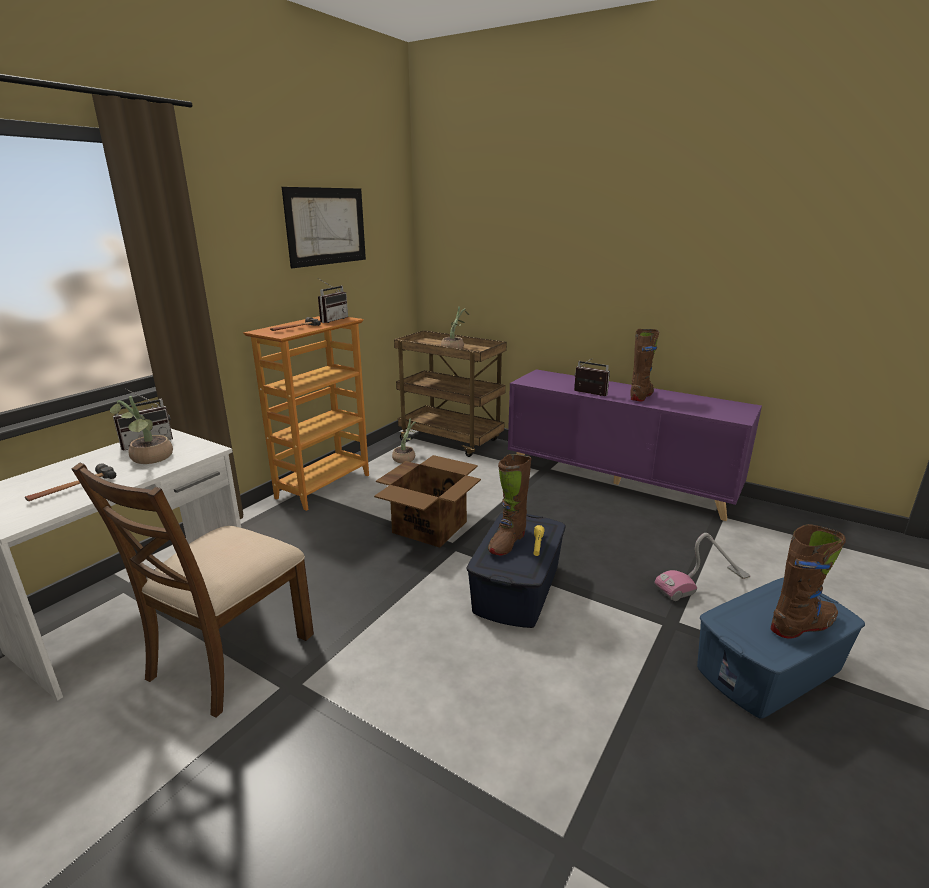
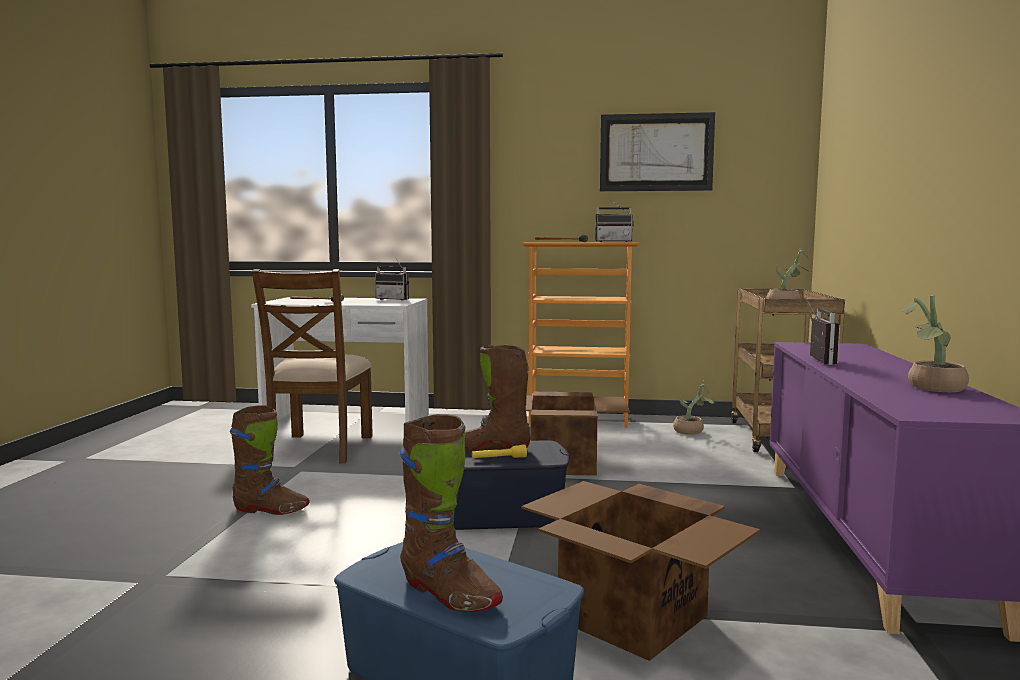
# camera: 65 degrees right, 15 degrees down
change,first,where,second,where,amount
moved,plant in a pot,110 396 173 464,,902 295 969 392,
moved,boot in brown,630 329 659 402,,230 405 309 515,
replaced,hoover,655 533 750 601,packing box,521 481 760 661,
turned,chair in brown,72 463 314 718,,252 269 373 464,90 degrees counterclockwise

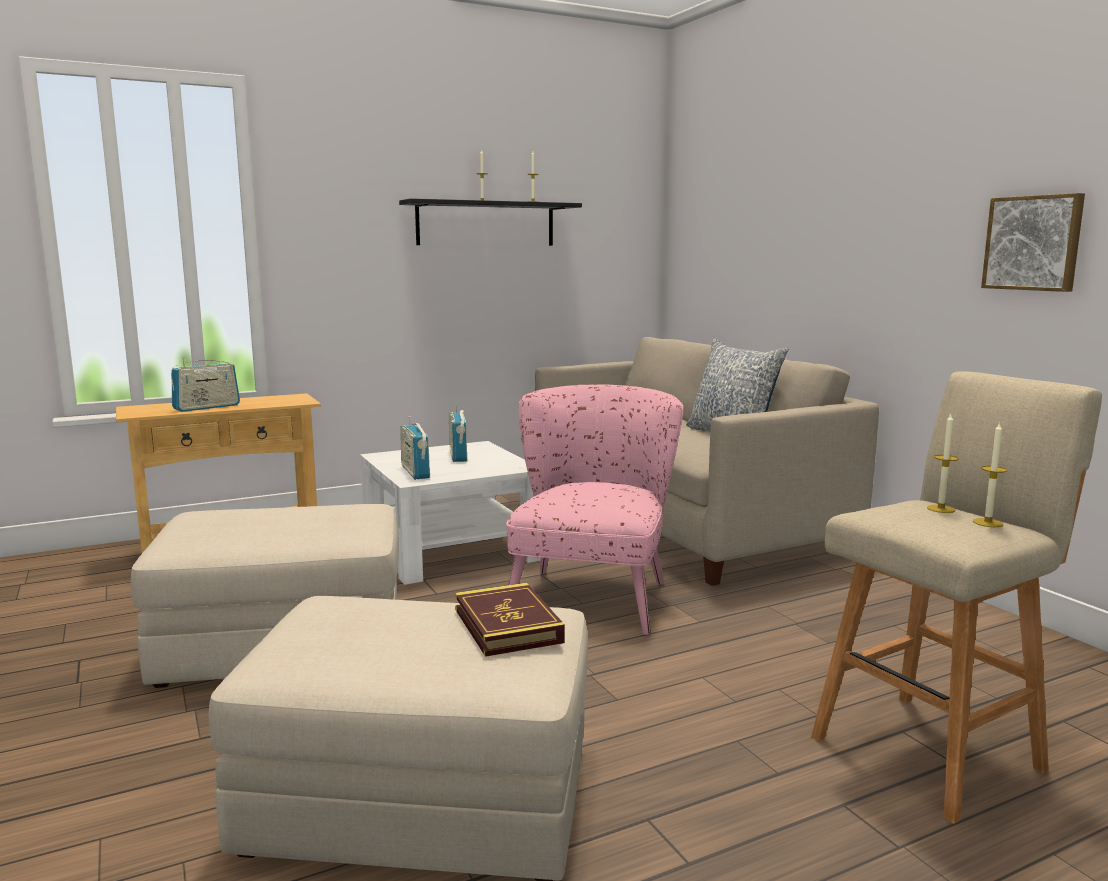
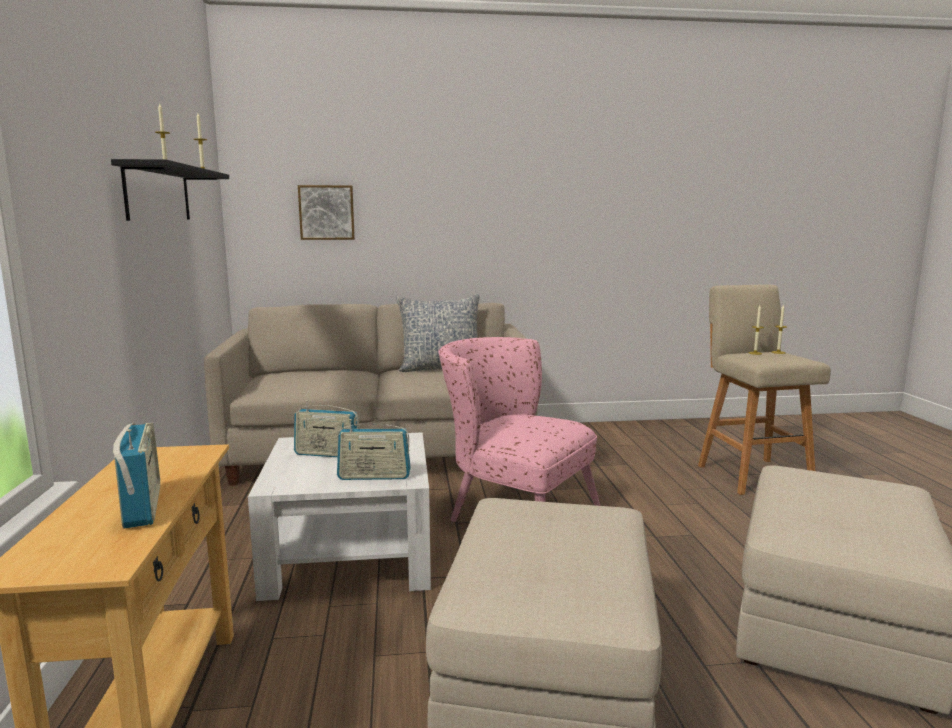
# camera: 70 degrees left, 0 degrees up
change,first,where,second,where,amount
removed,volume,455 583 565 657,,,
moved,wall picture,981 193 1085 292,,298 185 355 240,

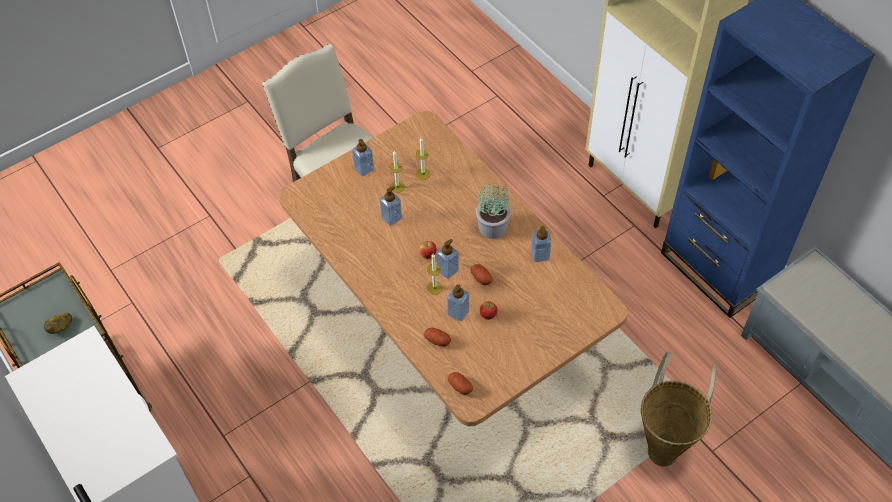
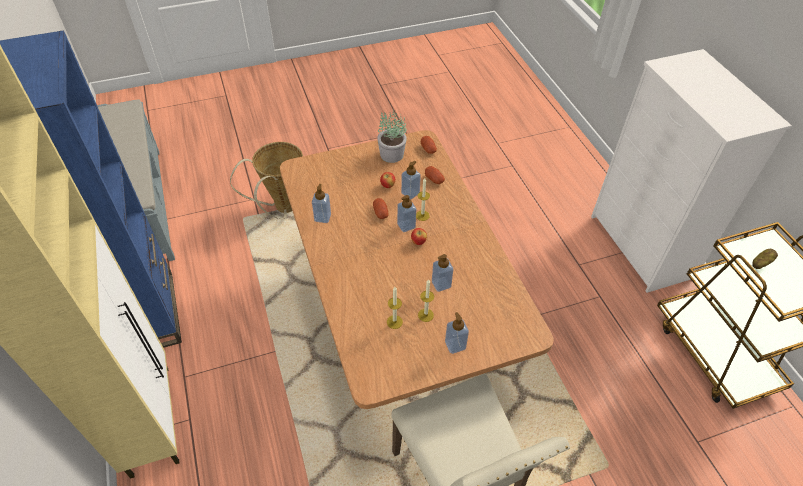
# camera: 165 degrees left, 5 degrees down
change,first,where,second,where,amount
moved,plant in a pot,476 182 511 239,,377 112 407 163,

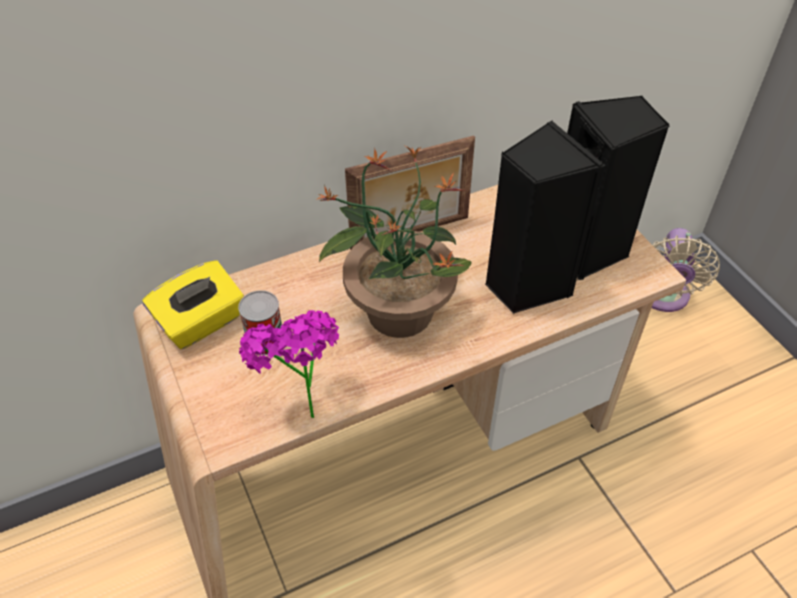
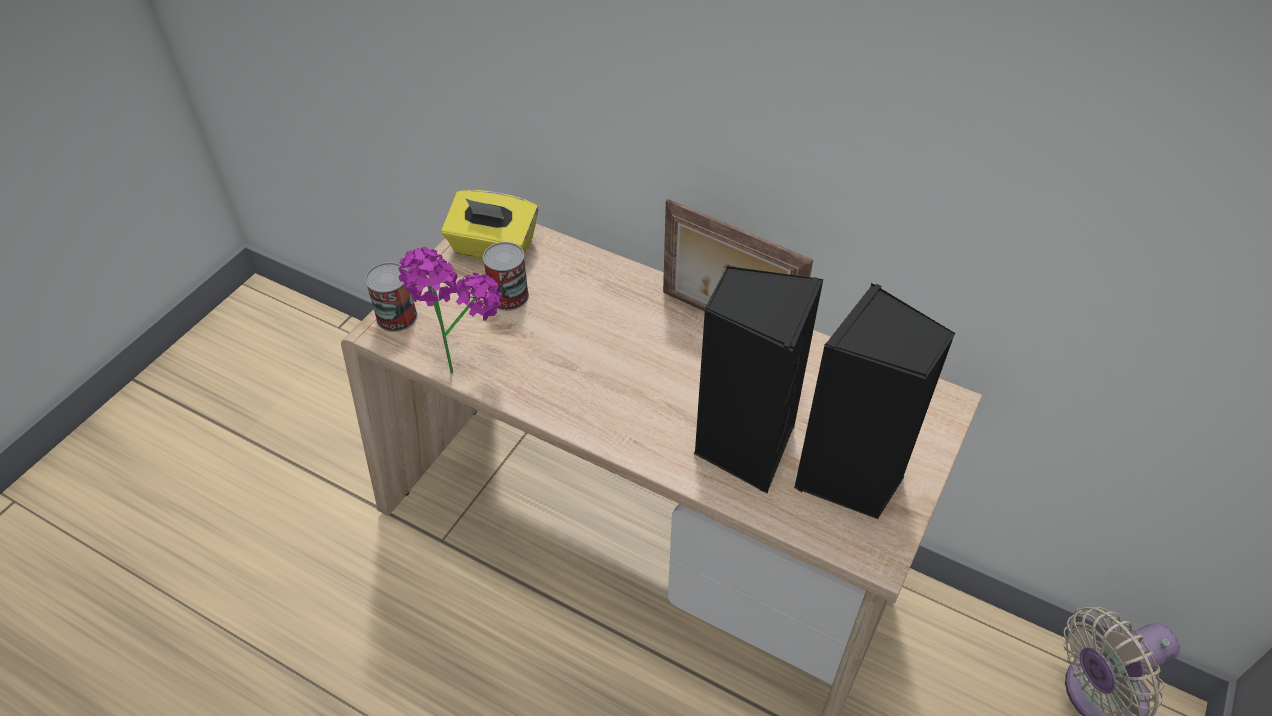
# camera: 55 degrees right, 0 degrees up
change,first,where,second,where,amount
removed,plant in a pot,316 146 472 338,,,
added,,,can,365 262 417 332,

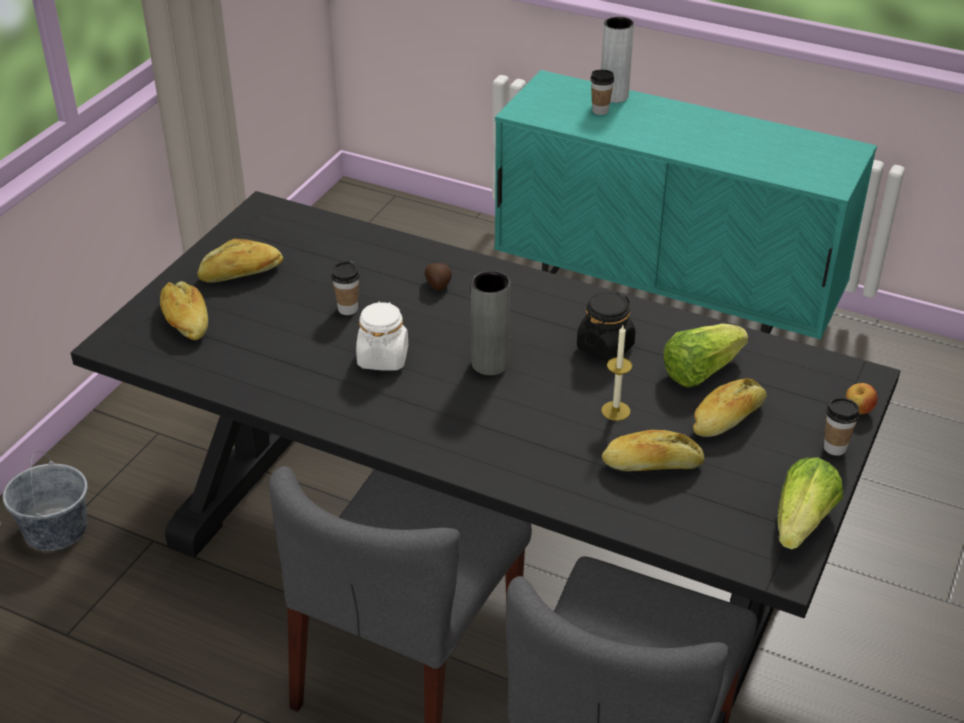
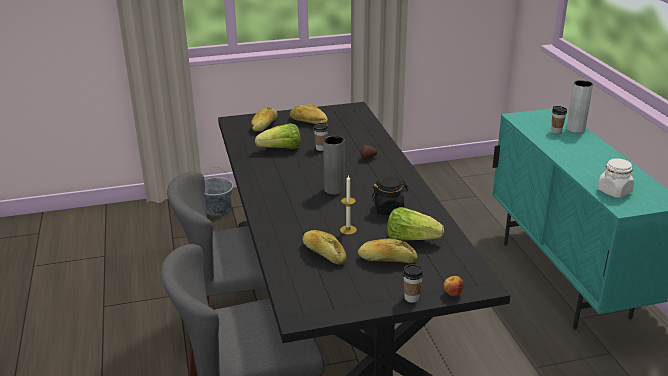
# camera: 50 degrees right, 10 degrees down
change,first,where,second,where,amount
moved,preserve jar in whitish,356 302 408 370,,598 158 634 198,
moved,head of lettuce,778 457 843 549,,255 124 300 149,

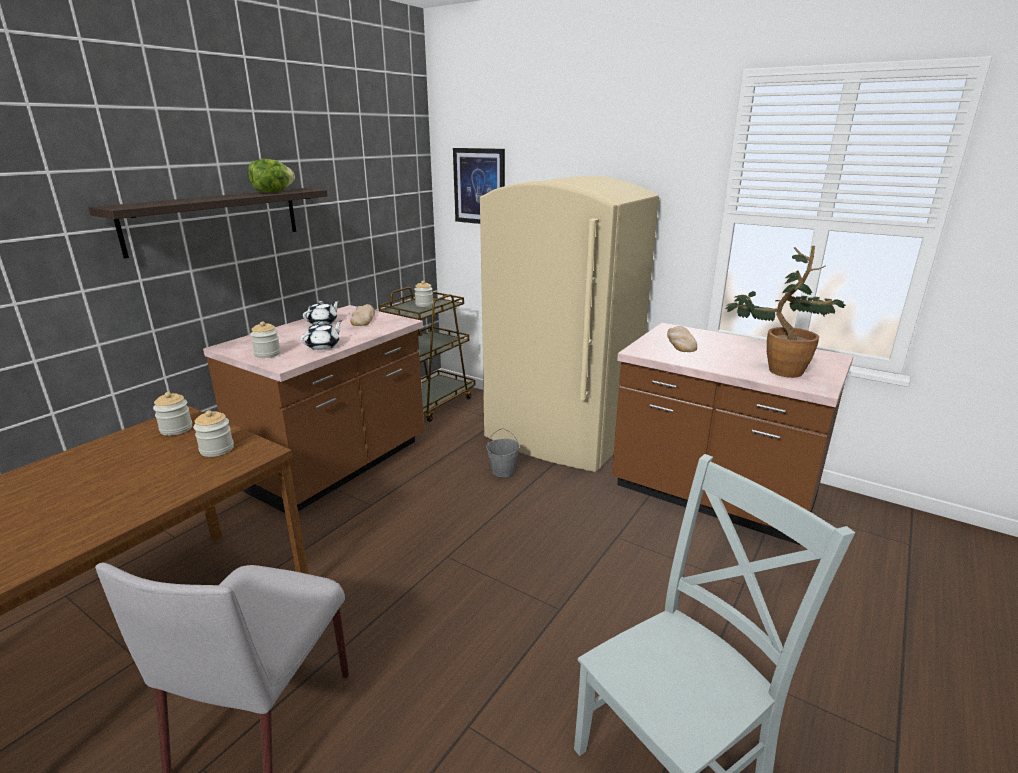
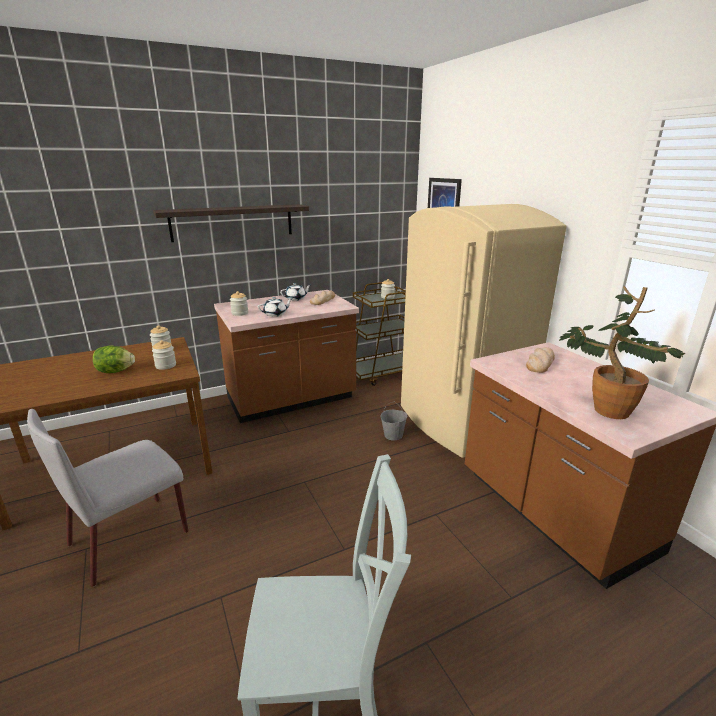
# camera: 30 degrees right, 0 degrees up
change,first,where,second,where,amount
moved,head of lettuce,248 159 295 193,,93 345 135 373,

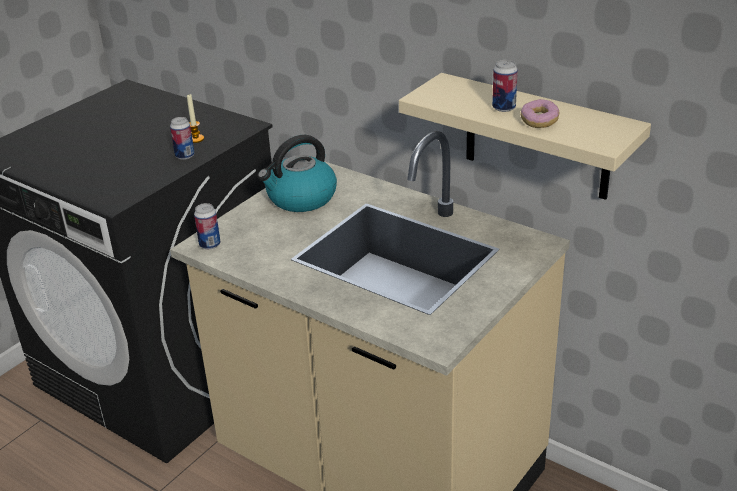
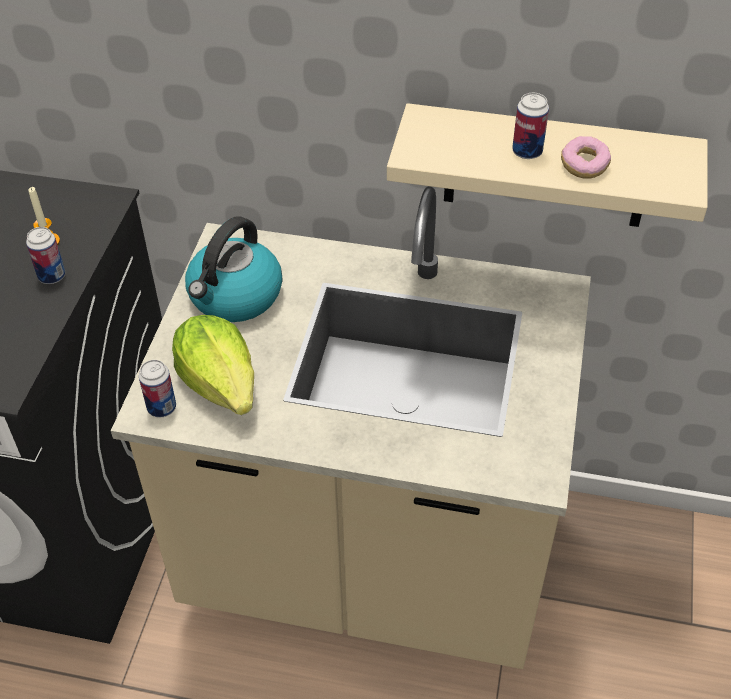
# camera: 25 degrees left, 15 degrees up
change,first,where,second,where,amount
added,,,head of lettuce,172 315 254 415,

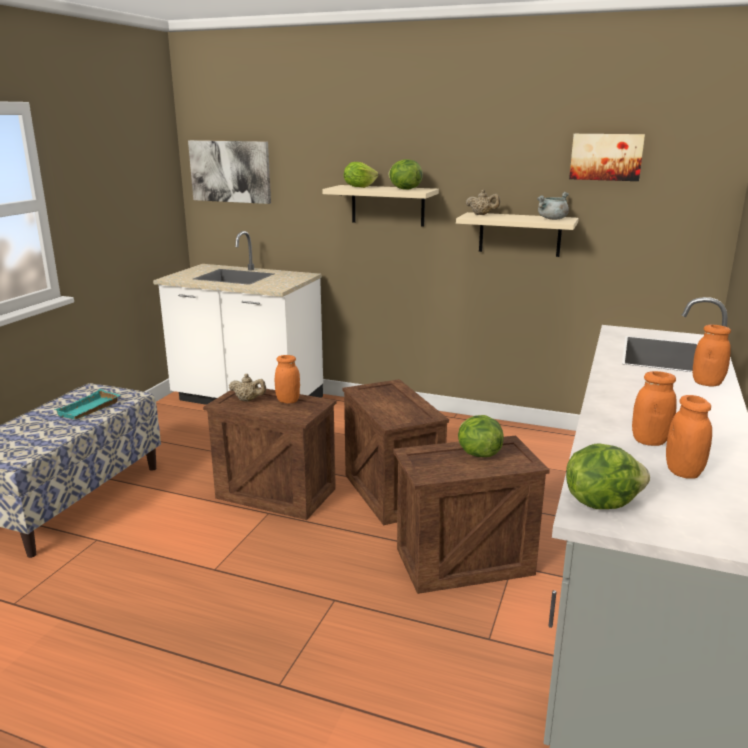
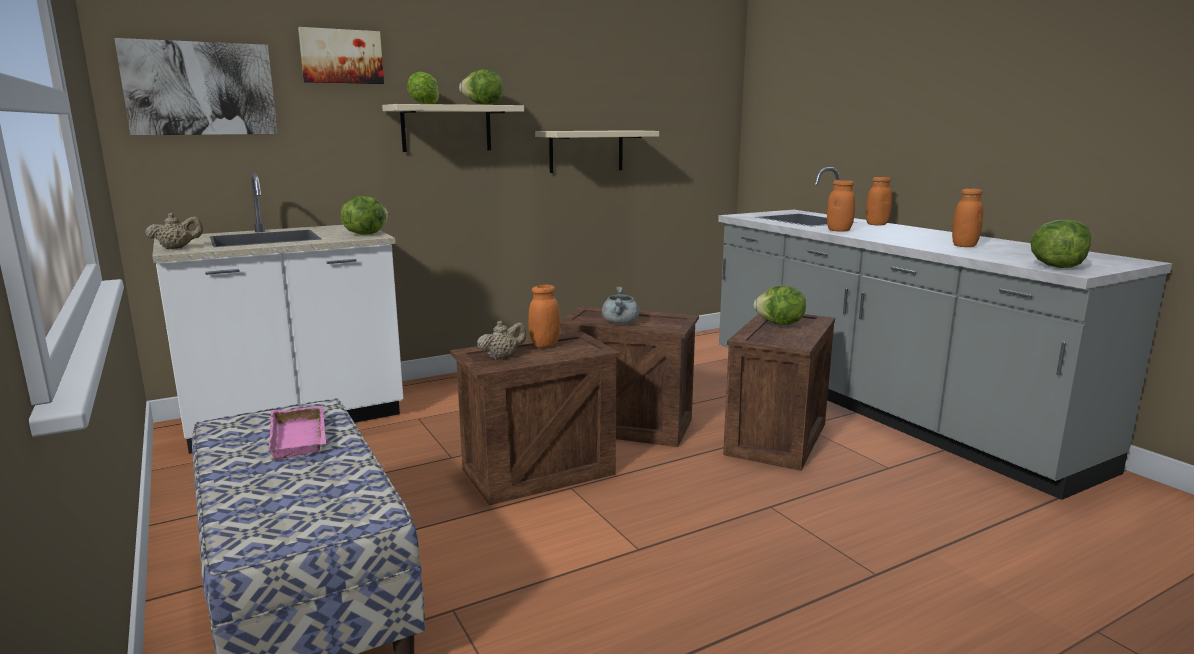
# camera: 50 degrees left, 5 degrees down
change,first,where,second,where,amount
added,,,head of lettuce,341 196 388 235,
moved,pot for tea in sand-coloured,466 190 500 215,,145 213 203 249,
moved,saucepot in grey,537 192 569 220,,602 287 639 324,
moved,wall picture,569 134 645 181,,298 27 384 84,
moved,preserve jar in orange-coloured,666 395 712 479,,827 180 855 232,
recoloured,carrying tray in turquoise,54 389 120 420,carrying tray in pinkish,268 405 326 460,

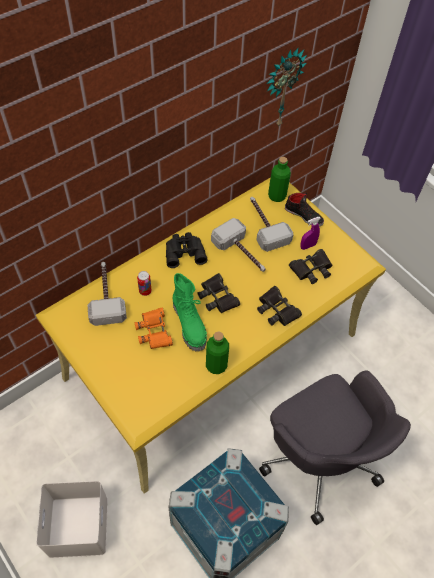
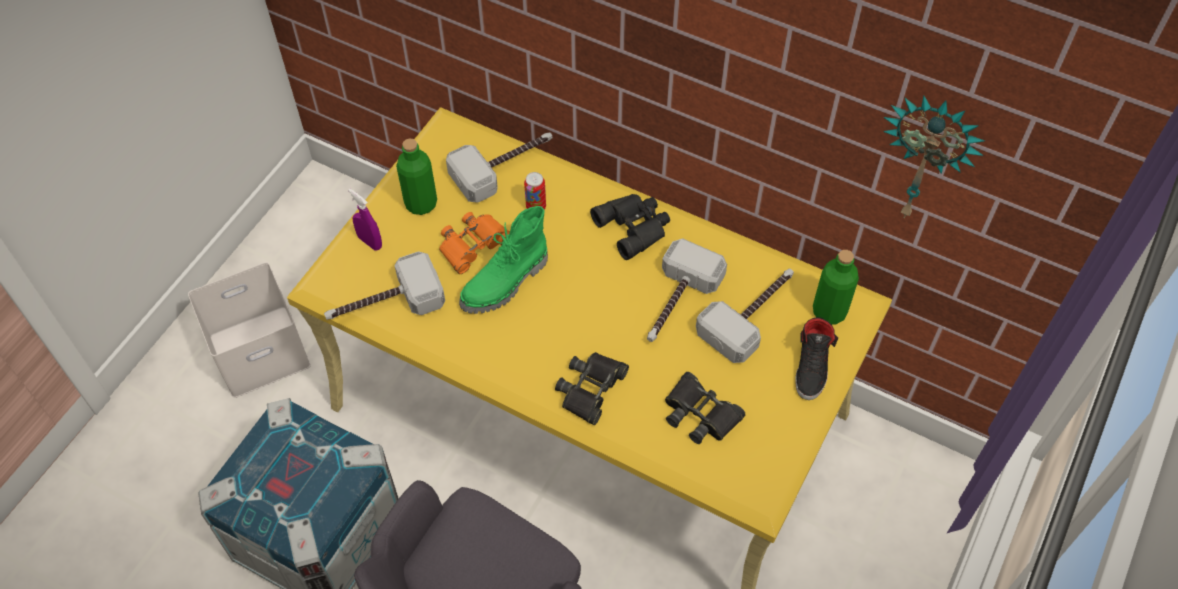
# camera: 70 degrees right, 0 degrees up
change,first,where,second,where,amount
removed,pair of binoculars in blackish,198 273 240 313,,,
added,,,tool hammer,324 251 445 320,
moved,bottle in green,206 332 229 374,,396 138 437 215,
moved,sprayer in purplish,300 217 321 250,,348 188 382 251,

